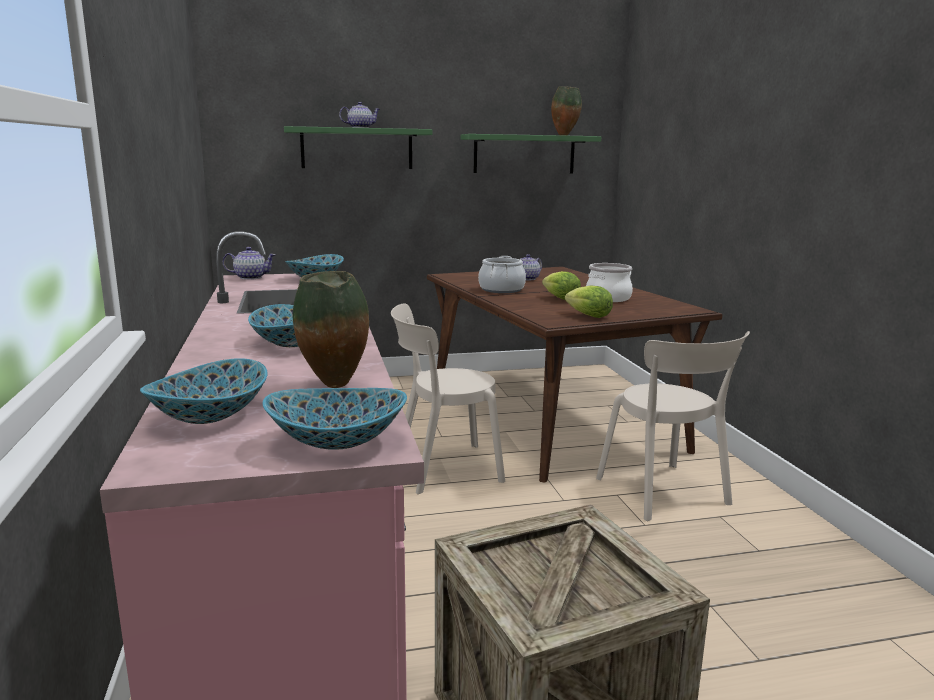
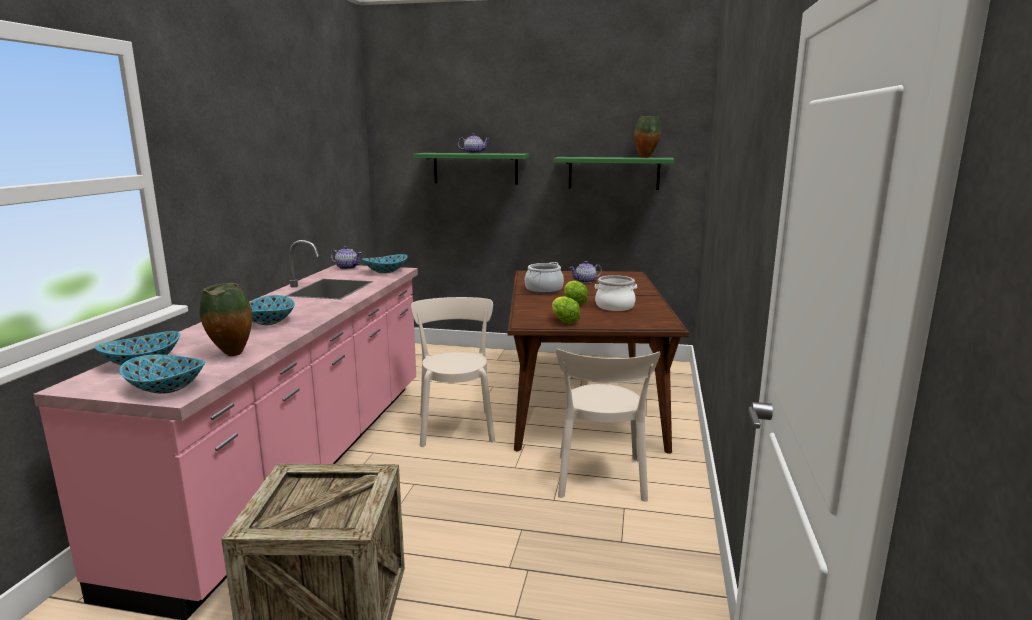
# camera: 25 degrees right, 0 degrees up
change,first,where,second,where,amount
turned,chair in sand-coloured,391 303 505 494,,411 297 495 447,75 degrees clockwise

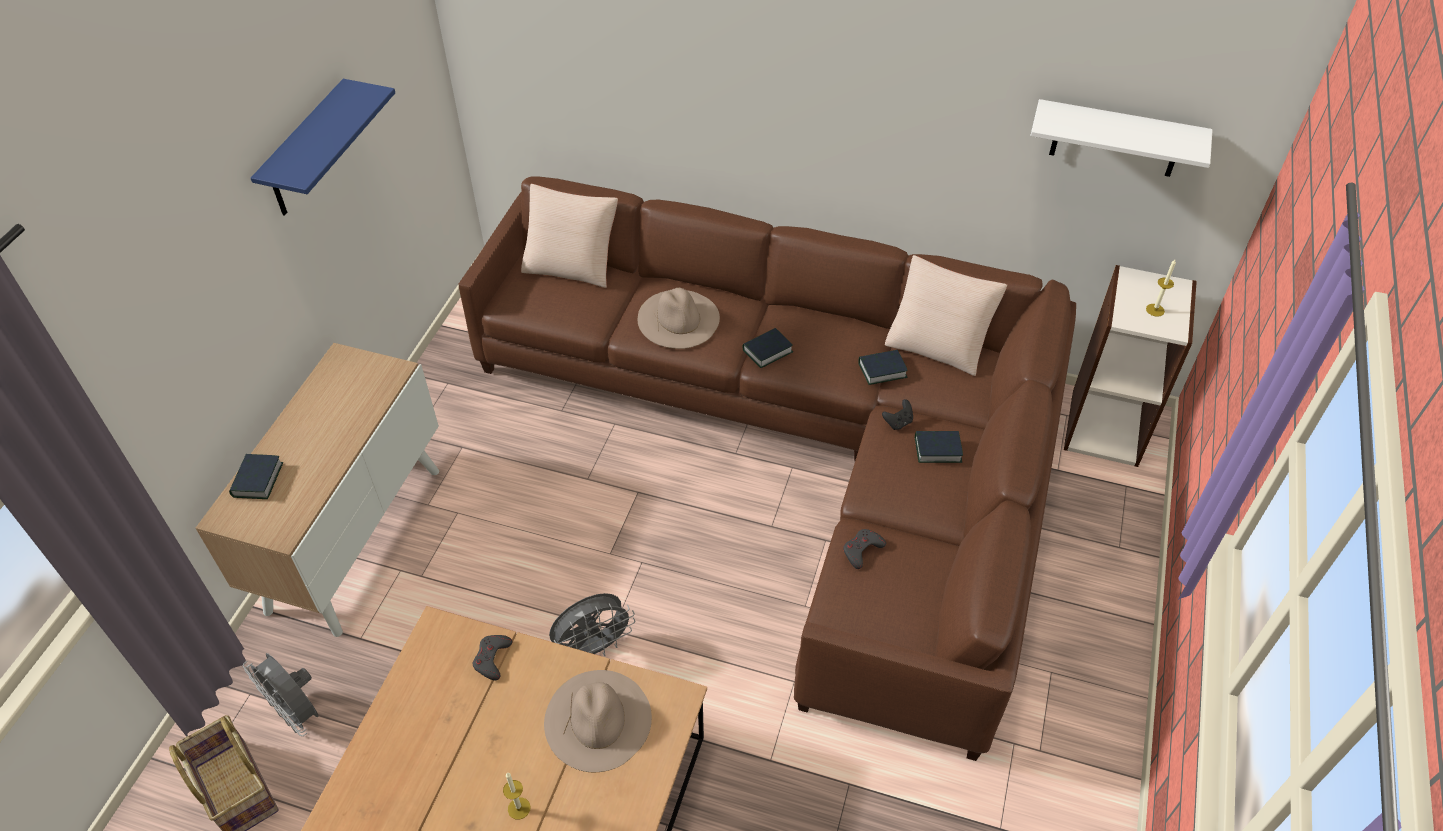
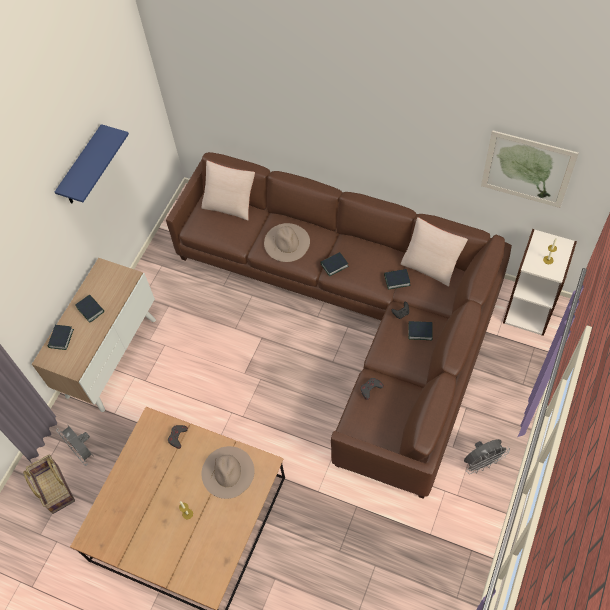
# camera: 10 degrees right, 10 degrees up
change,first,where,second,where,amount
added,,,volume,75 295 104 323,
moved,cooling fan in grey,549 593 635 656,,464 439 510 474,
replaced,bracket shelf in whitish,1030 99 1213 177,wall picture,481 130 579 208,

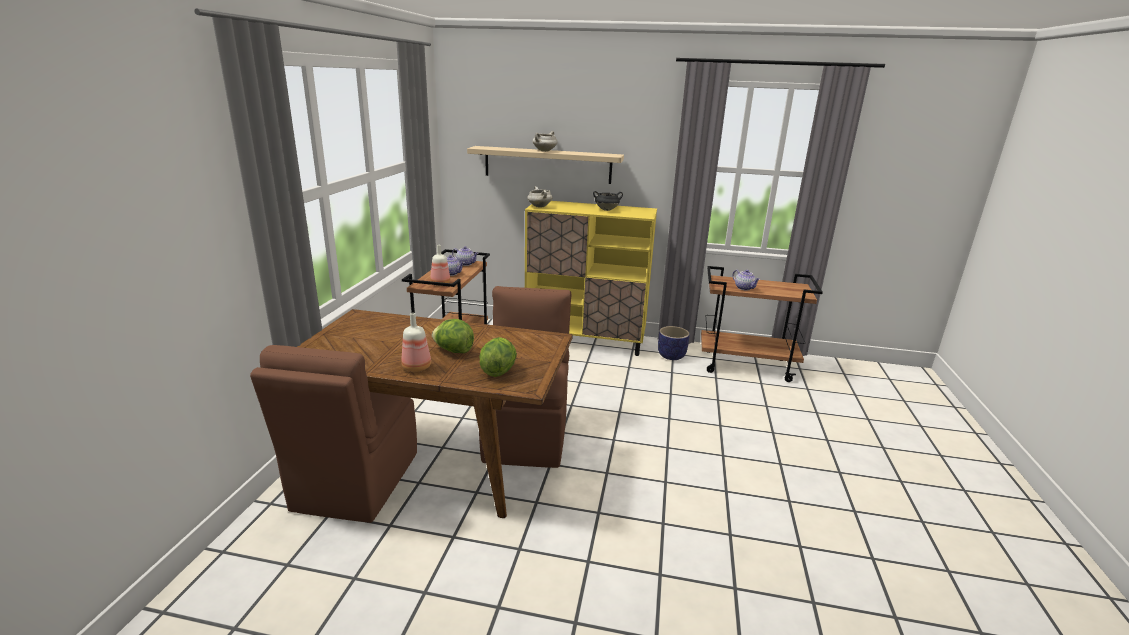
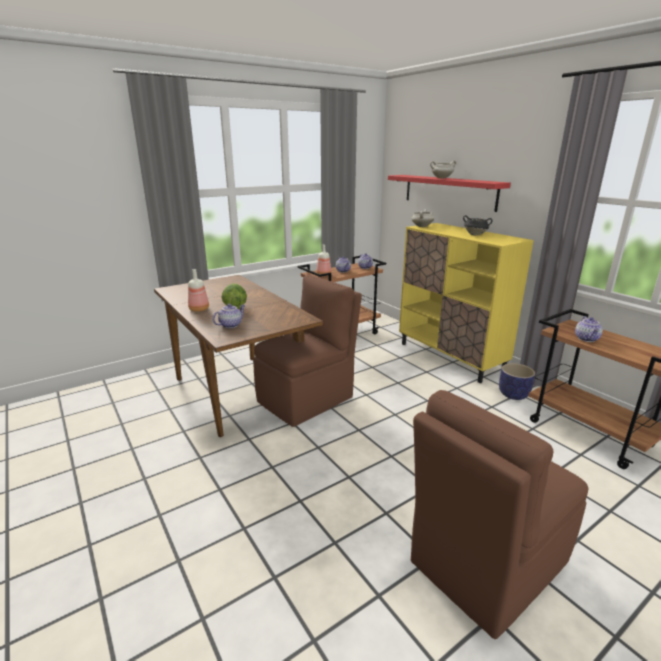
# camera: 45 degrees right, 0 degrees up
change,first,where,second,where,amount
moved,chair in brown,250 345 417 523,,411 390 589 639,
replaced,head of lettuce,479 337 517 377,pot for tea,213 304 245 328,
recoloured,bracket shelf in sand-coloured,467 146 624 184,bracket shelf in red,388 175 511 212,

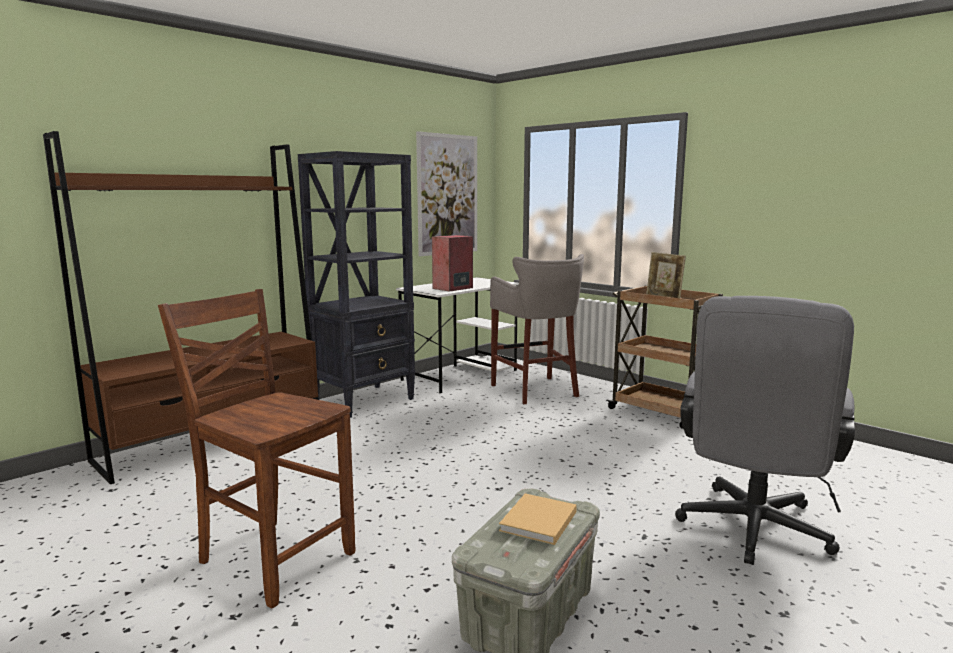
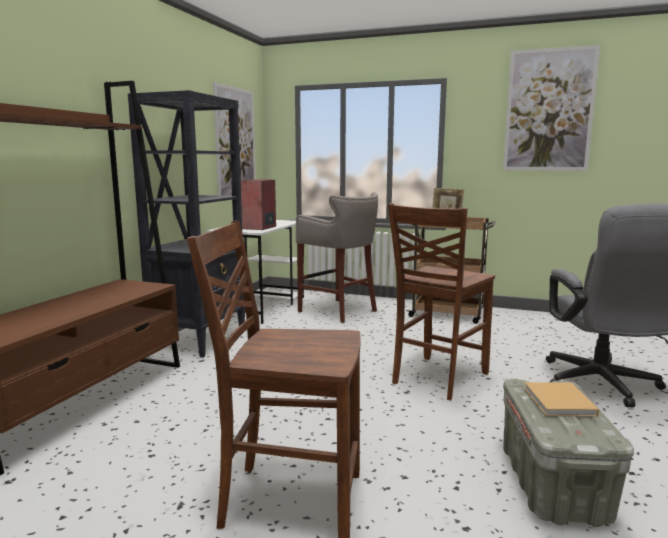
# camera: 25 degrees left, 0 degrees up
change,first,where,second,where,amount
added,,,chair in brown,388 203 495 400,
added,,,wall picture,503 45 600 171,

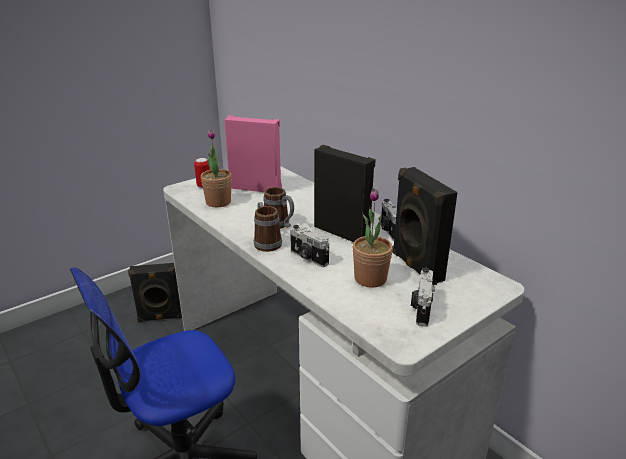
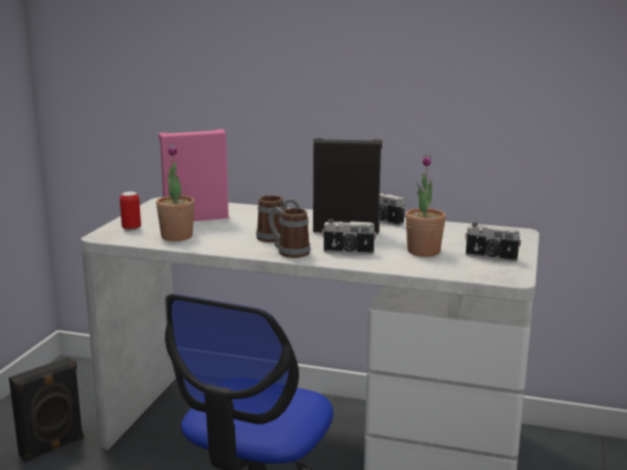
# camera: 35 degrees left, 10 degrees down
change,first,where,second,where,amount
removed,audio speaker in blackish,392 167 458 285,,,
turned,still camera,411 268 435 327,,465 223 521 262,45 degrees counterclockwise

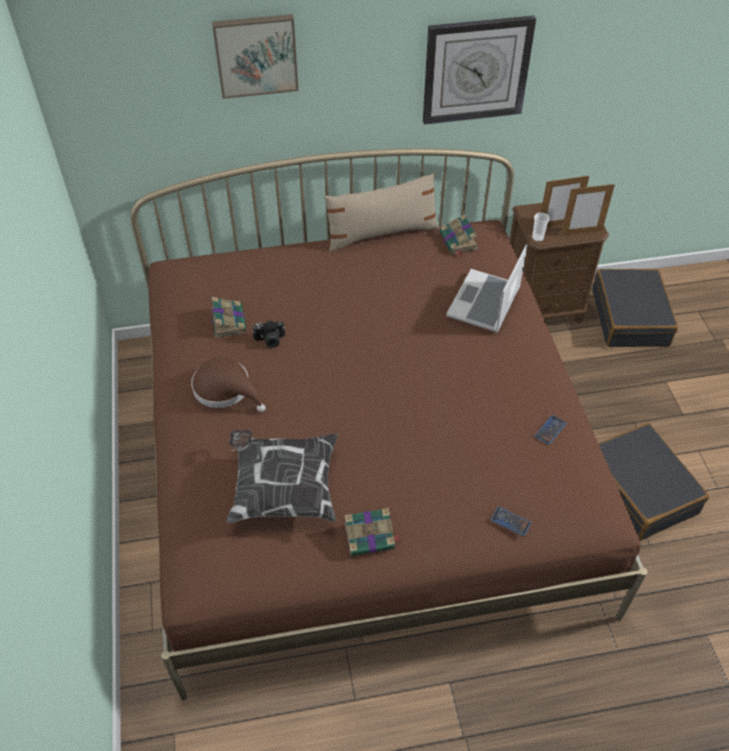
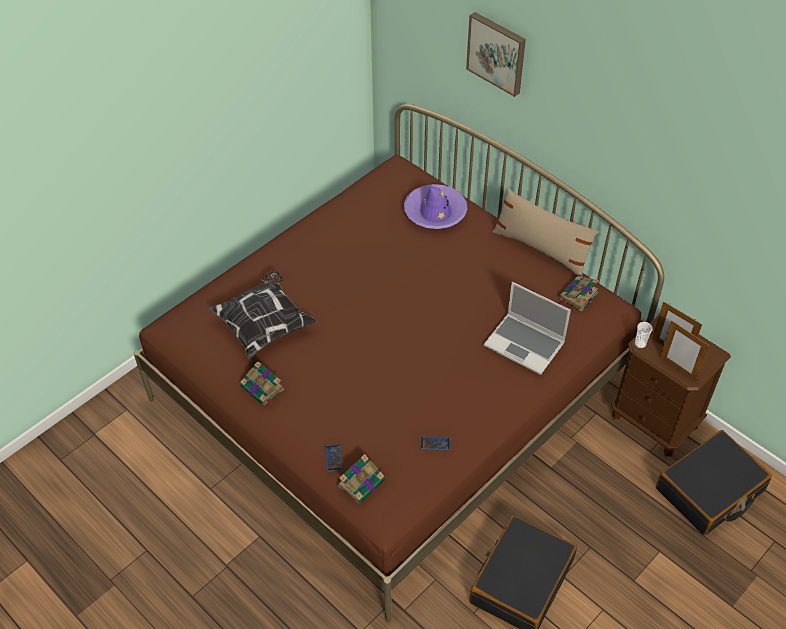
# camera: 55 degrees right, 0 degrees up
change,first,where,second,where,amount
removed,hat in brown,191 357 266 412,,,
removed,still camera,252 320 285 348,,,
removed,hanging clock,423 16 536 124,,,
added,,,hat in purplish,404 184 468 229,
moved,volume,211 297 246 338,,338 454 386 503,
turned,notebook computer,446 244 528 332,,484 282 571 375,135 degrees counterclockwise

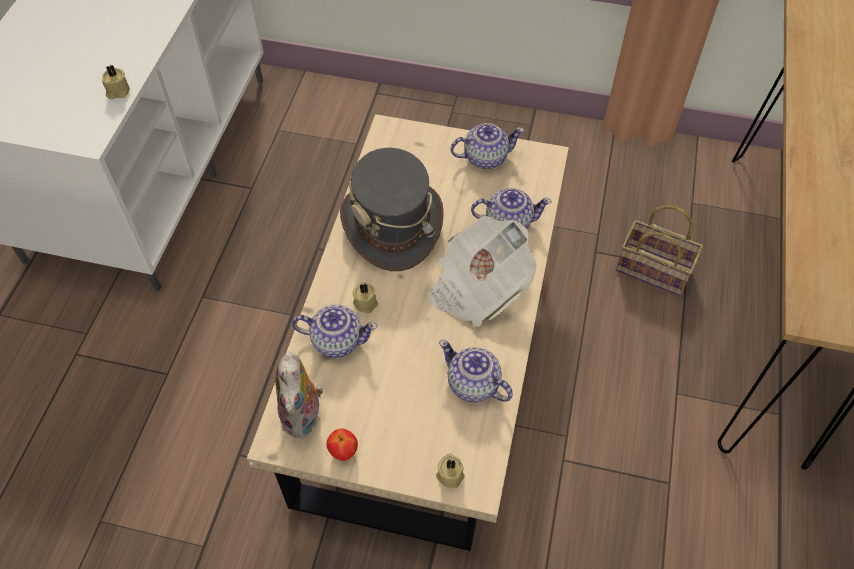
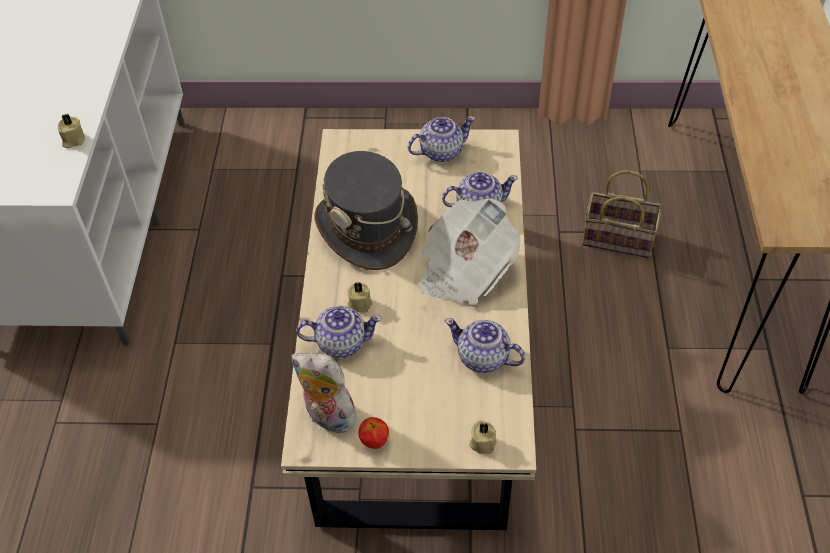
# camera: 10 degrees left, 5 degrees down
change,first,where,second,where,amount
turned,cuddly toy,275 352 323 438,,291 353 361 433,135 degrees clockwise

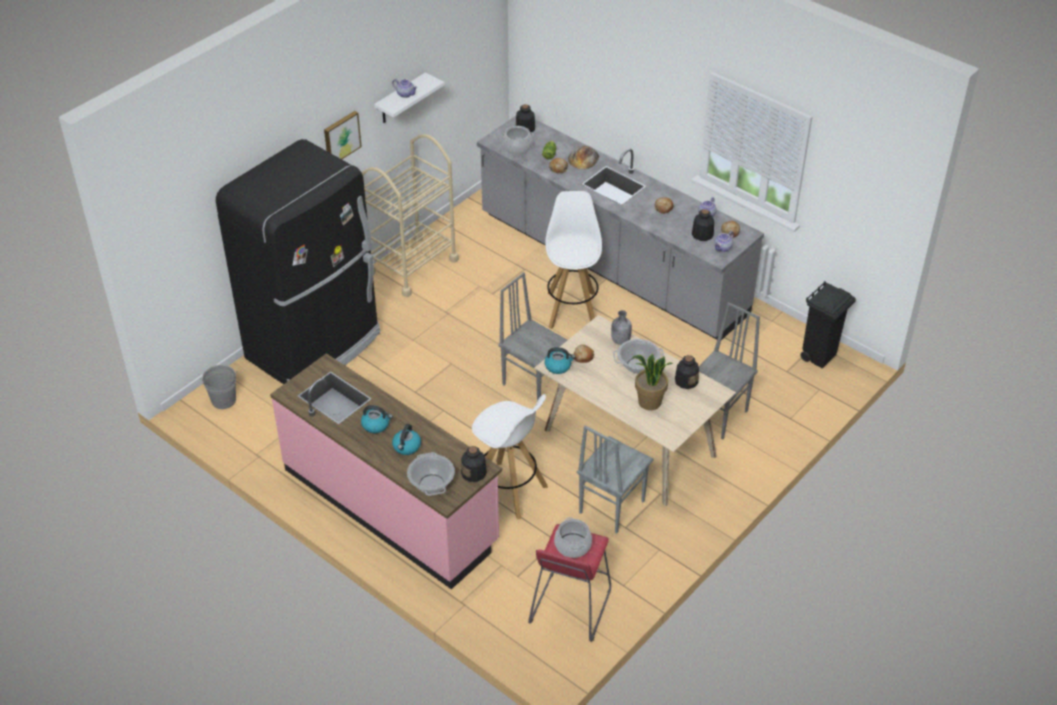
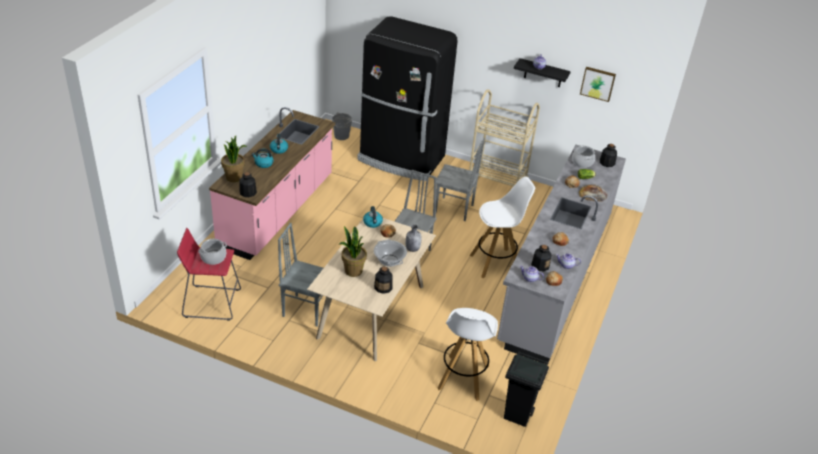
# camera: 70 degrees right, 5 degrees down
change,first,where,second,where,amount
moved,wall picture,324 111 362 159,,580 67 616 102,
moved,stool seat in whitish,472 394 548 519,,437 308 498 401,
moved,chair in grey,699 302 760 440,,436 138 485 221,
replaced,saucepot,407 452 455 496,plant in a pot,221 136 247 182,
recoloured,bracket shelf in whitish,374 72 445 123,bracket shelf in blackish,514 58 571 87,

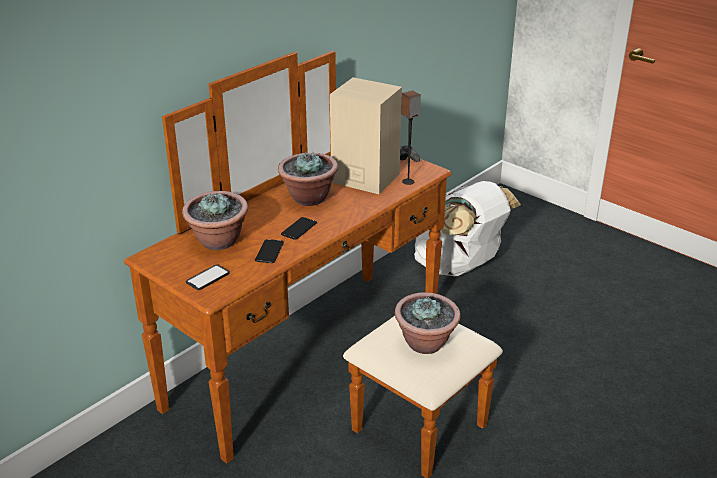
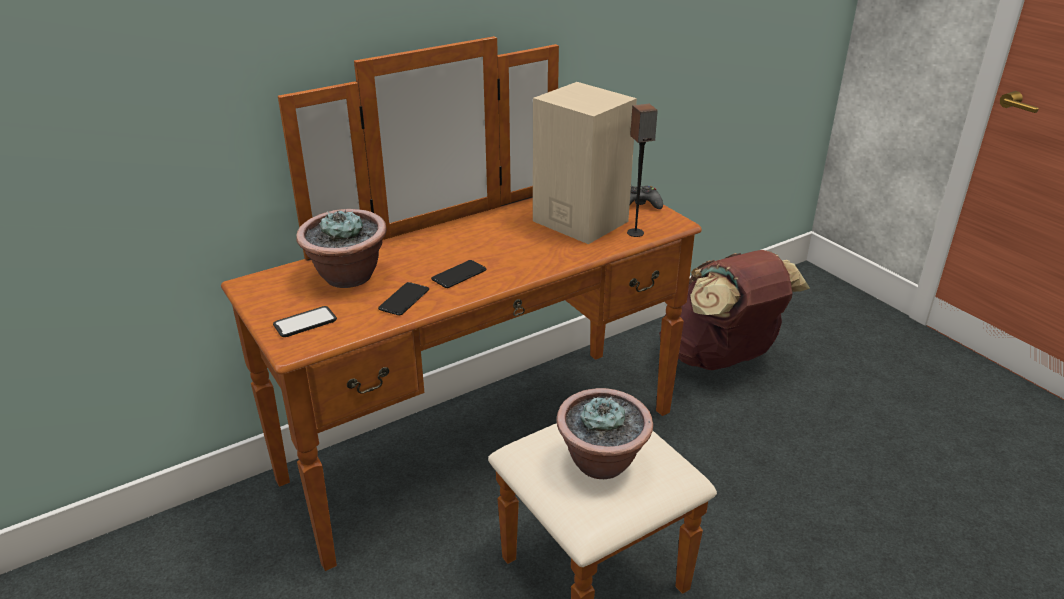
# camera: 15 degrees right, 0 degrees up
change,first,where,second,where,amount
removed,plant in a pot,278 152 338 206,,,
recoloured,knapsack in whitish,414 181 521 276,knapsack in brown,659 250 810 370,

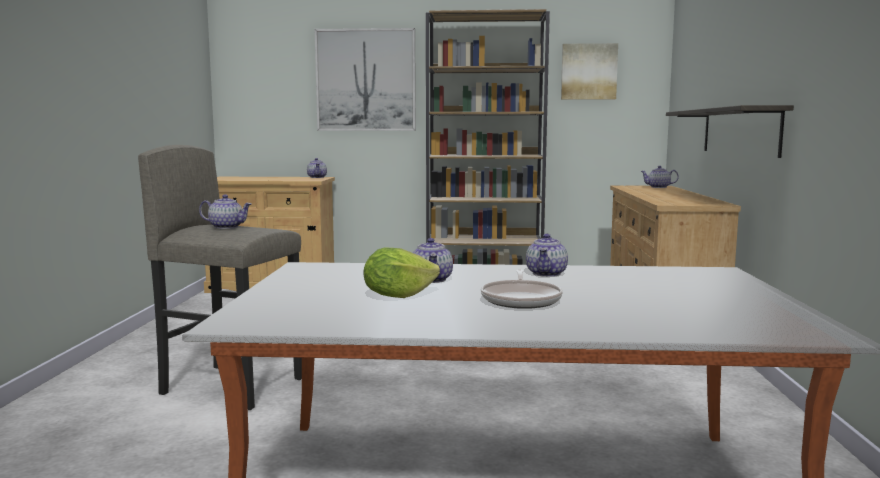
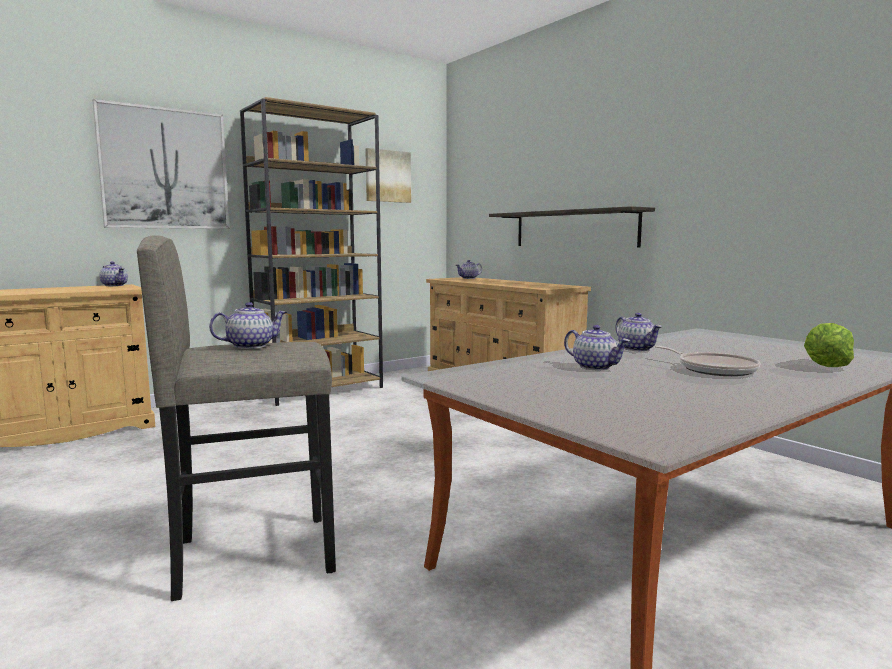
# camera: 40 degrees left, 0 degrees up
change,first,where,second,where,amount
moved,head of lettuce,364 247 440 298,,804 323 854 367,

